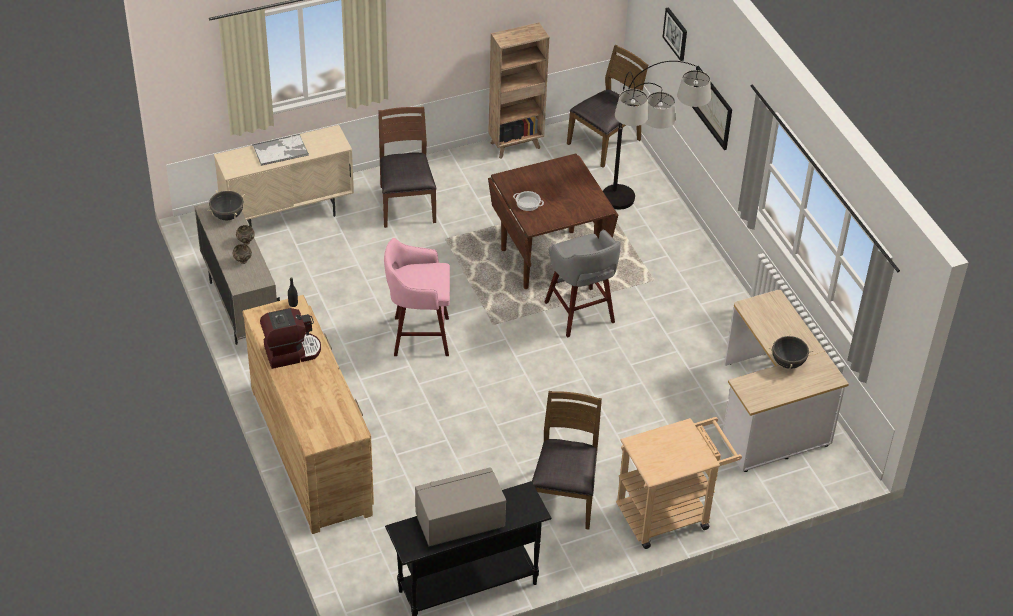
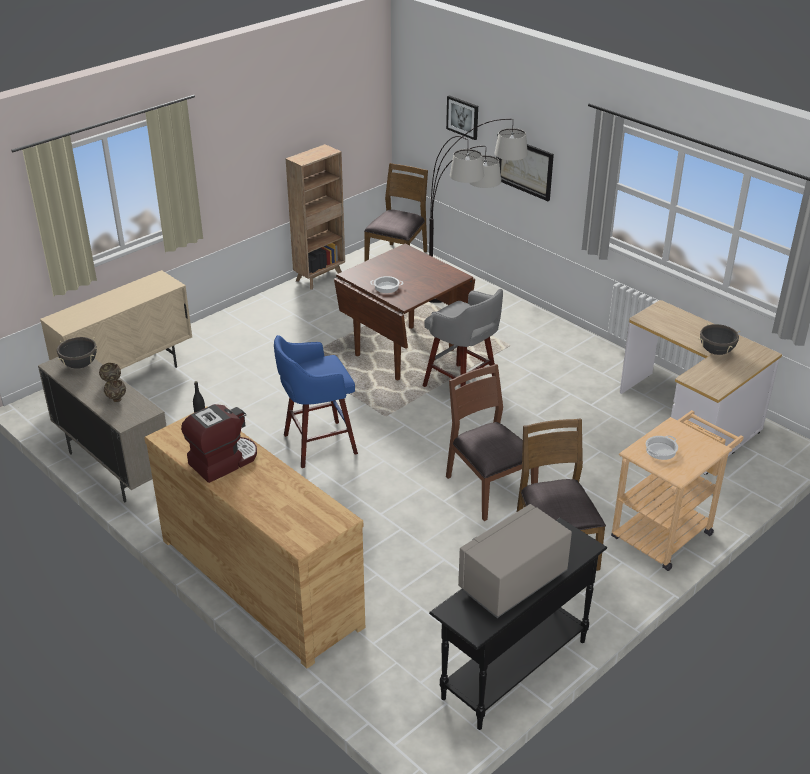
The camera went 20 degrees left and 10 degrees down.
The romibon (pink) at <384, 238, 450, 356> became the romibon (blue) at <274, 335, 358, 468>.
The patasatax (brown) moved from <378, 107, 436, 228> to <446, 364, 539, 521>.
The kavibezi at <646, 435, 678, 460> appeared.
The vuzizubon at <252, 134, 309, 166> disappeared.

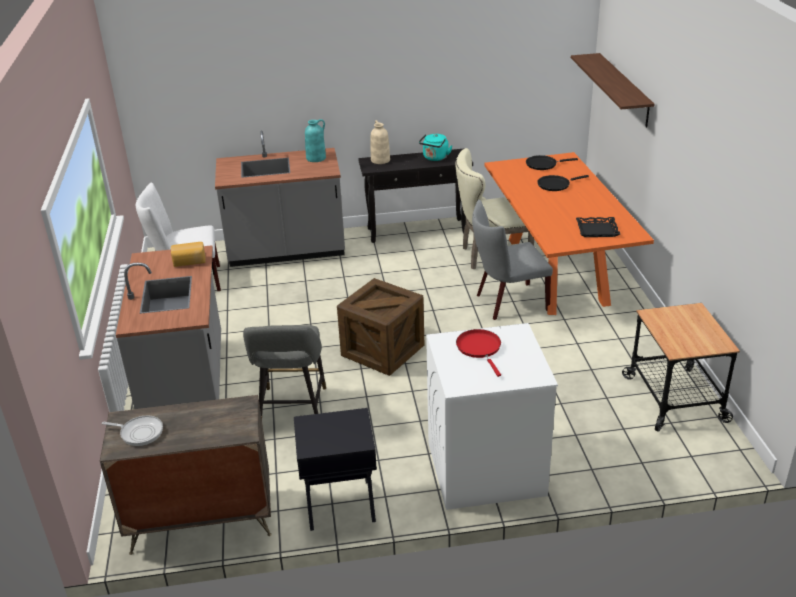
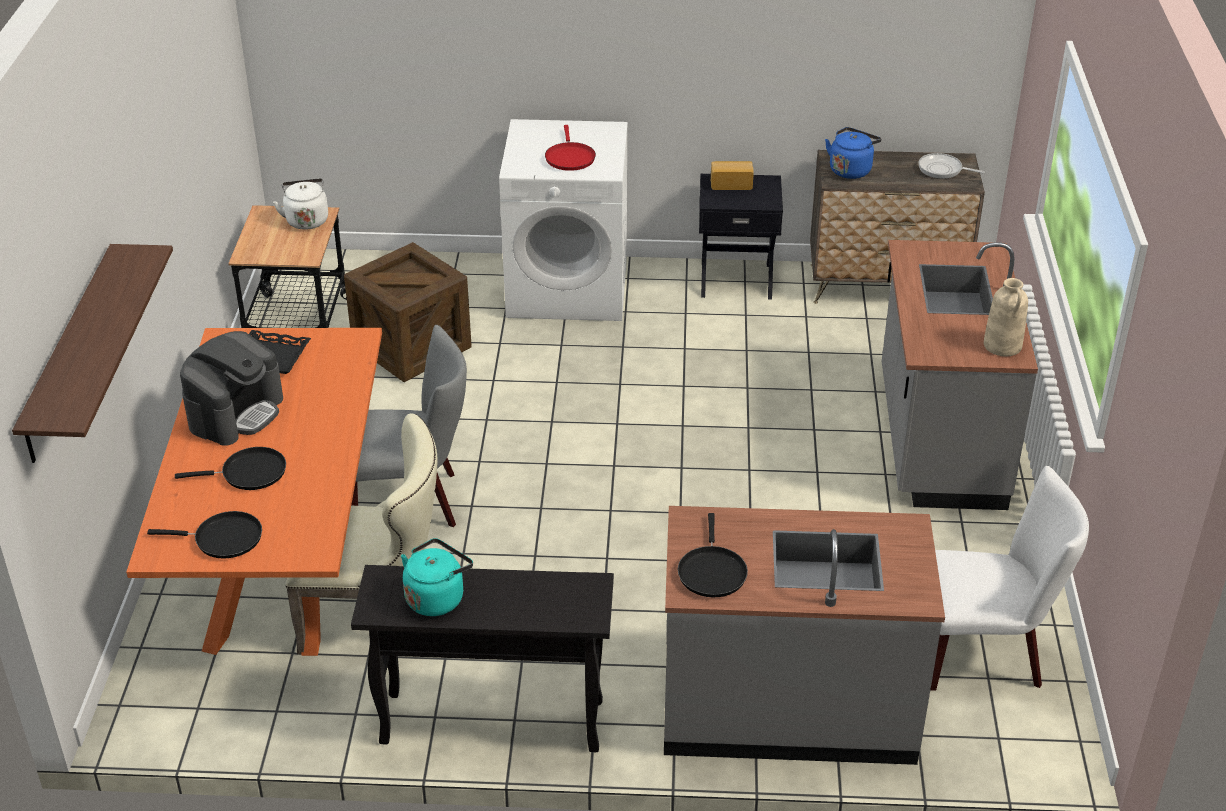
The camera went 170 degrees left and 5 degrees up.
The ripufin at <180, 331, 283, 446> appeared.
The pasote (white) at <273, 178, 328, 230> appeared.
The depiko moved from <337, 278, 424, 376> to <344, 242, 472, 382>.
The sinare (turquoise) at <305, 119, 326, 162> was replaced by the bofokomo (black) at <678, 513, 748, 597>.
The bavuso moved from <171, 242, 206, 267> to <711, 161, 754, 190>.
The pasote (blue) at <825, 127, 882, 179> appeared.
The sinare (beige) moved from <371, 120, 390, 164> to <984, 278, 1028, 356>.
The romibon (grey) at <243, 325, 326, 418> disappeared.

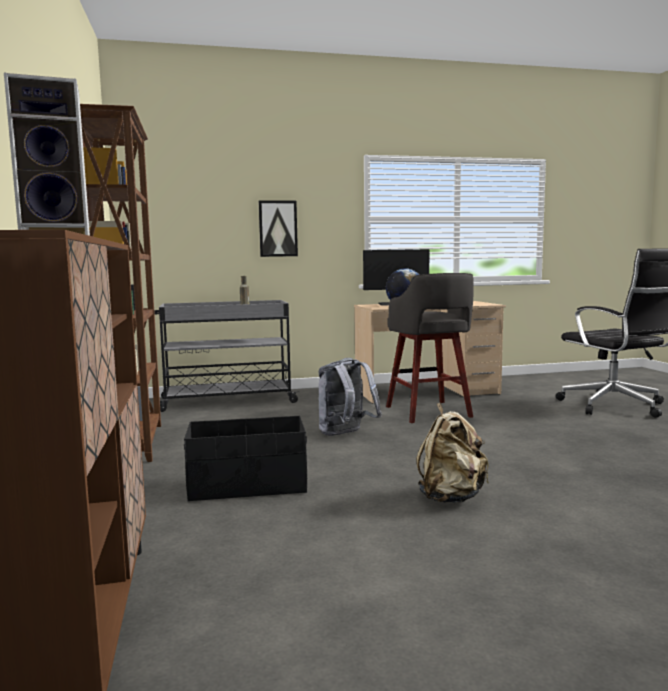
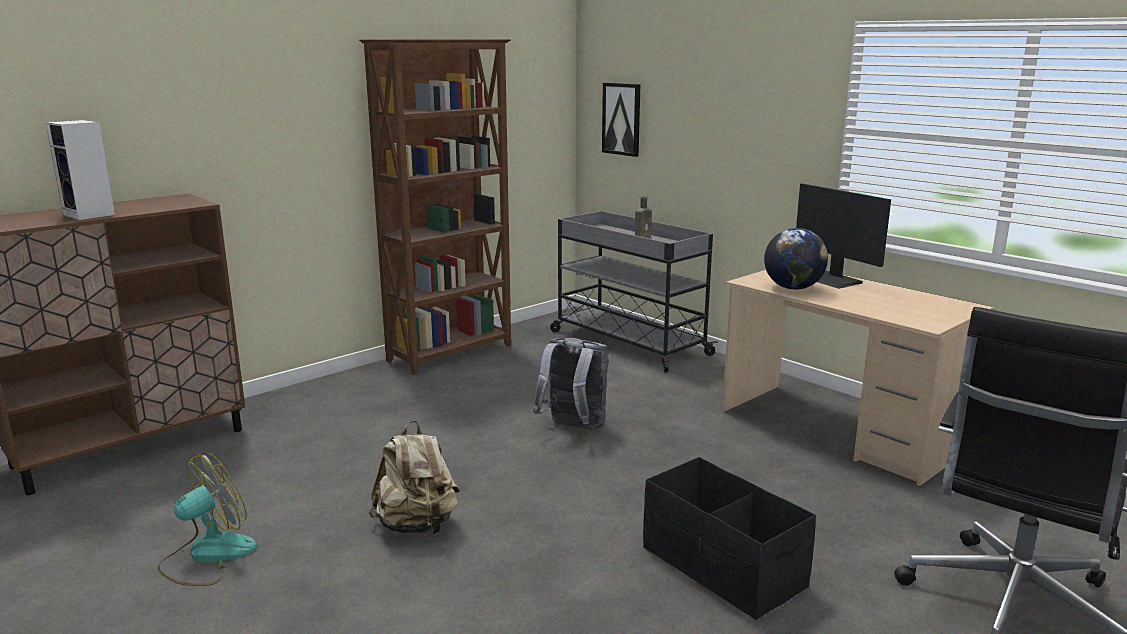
The camera went 60 degrees right and 10 degrees up.
The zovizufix at <157, 453, 257, 586> appeared.
The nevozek moved from <259, 200, 298, 257> to <602, 83, 641, 157>.
The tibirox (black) moved from <184, 416, 307, 502> to <643, 457, 816, 620>.
The romibon (grey) at <386, 273, 474, 423> disappeared.

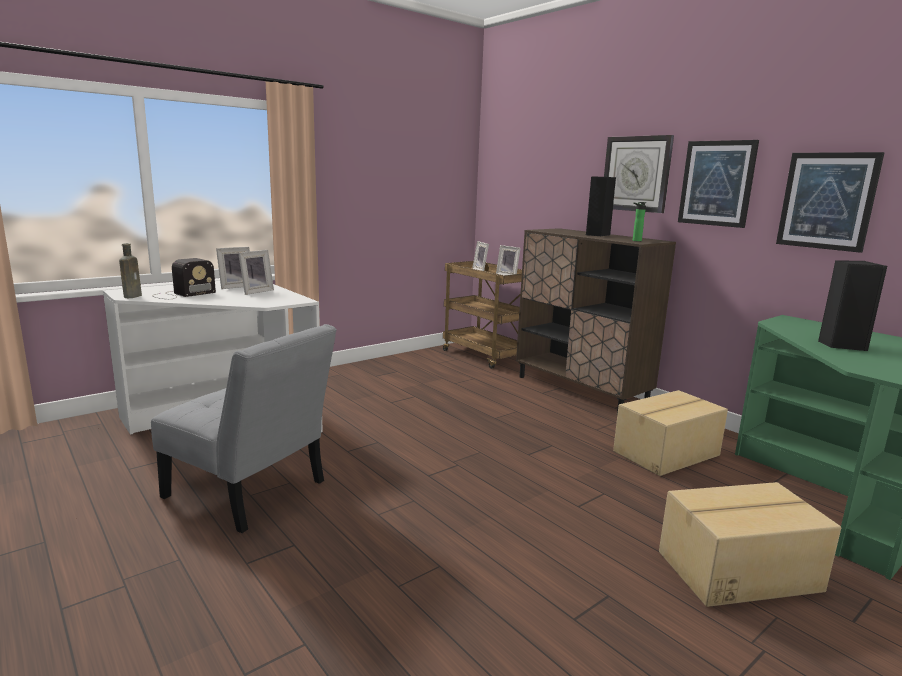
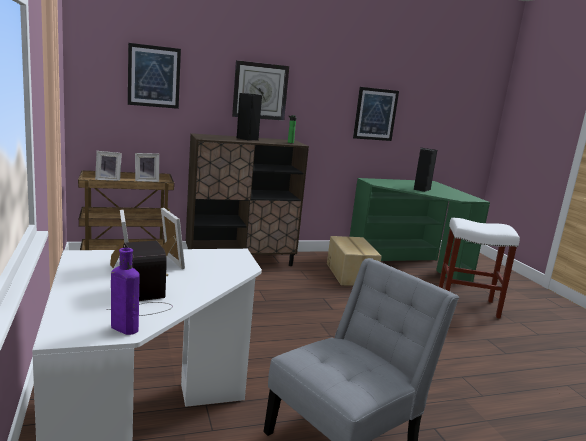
The camera went 70 degrees left and 0 degrees up.
The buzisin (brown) at <119, 243, 142, 298> became the buzisin (purple) at <111, 248, 140, 335>.
The nevozek moved from <678, 140, 759, 228> to <128, 43, 181, 109>.
The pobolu at <659, 482, 841, 607> was replaced by the romibon (white) at <438, 218, 520, 319>.

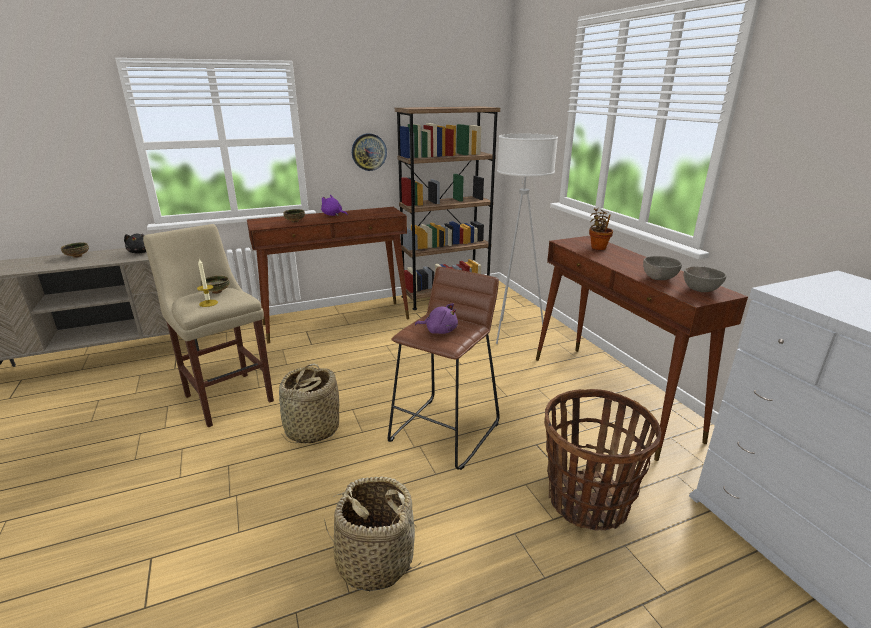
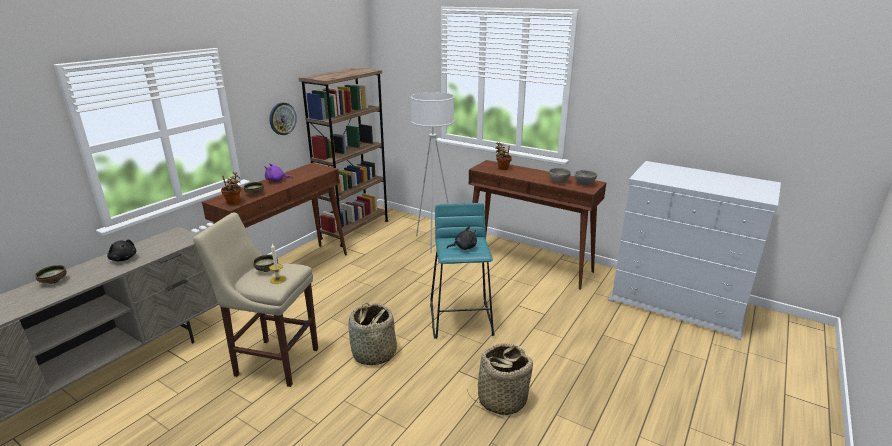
The camera went 35 degrees left and 0 degrees up.
The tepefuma at <221, 172, 241, 204> appeared.
The romibon (brown) at <388, 267, 500, 470> became the romibon (turquoise) at <430, 203, 494, 339>.
The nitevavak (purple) at <415, 303, 458, 334> became the nitevavak (black) at <447, 227, 477, 250>.
The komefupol at <544, 389, 661, 531> disappeared.

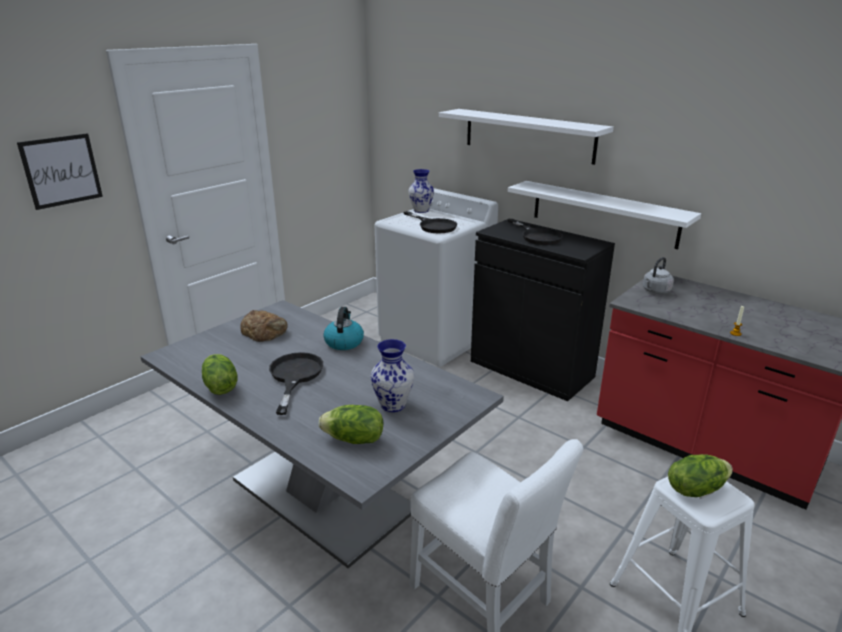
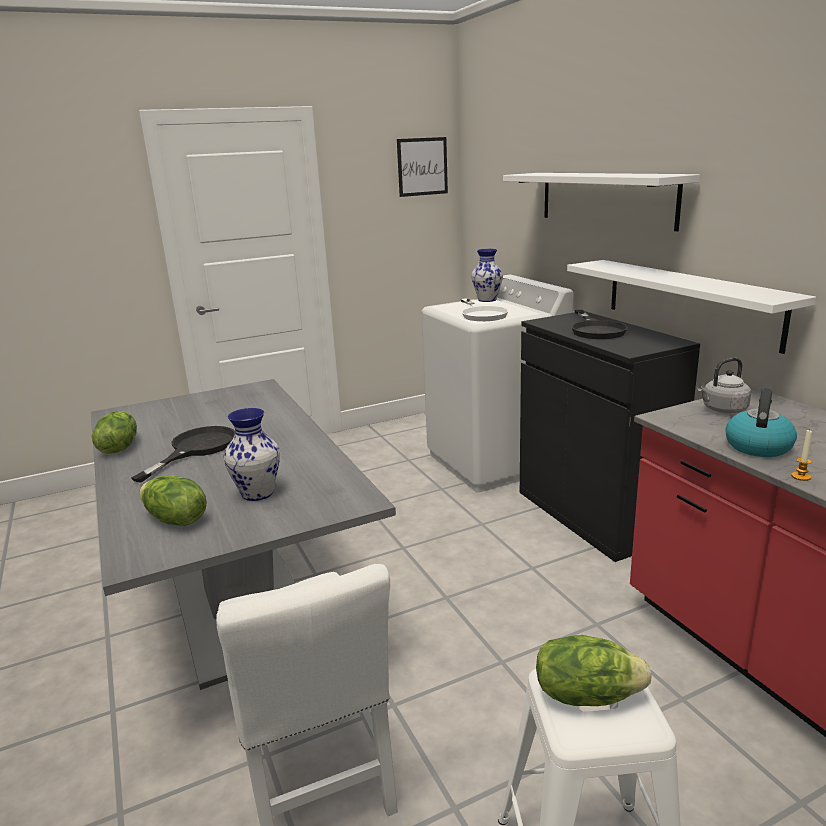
The camera went 25 degrees right and 5 degrees down.
The nevozek moved from <17, 133, 103, 210> to <397, 137, 448, 197>.
The bofokomo (black) at <403, 211, 457, 234> became the bofokomo (white) at <461, 298, 509, 321>.
The pasote moved from <323, 307, 364, 350> to <725, 388, 797, 457>.
The bavuso at <240, 310, 288, 342> disappeared.

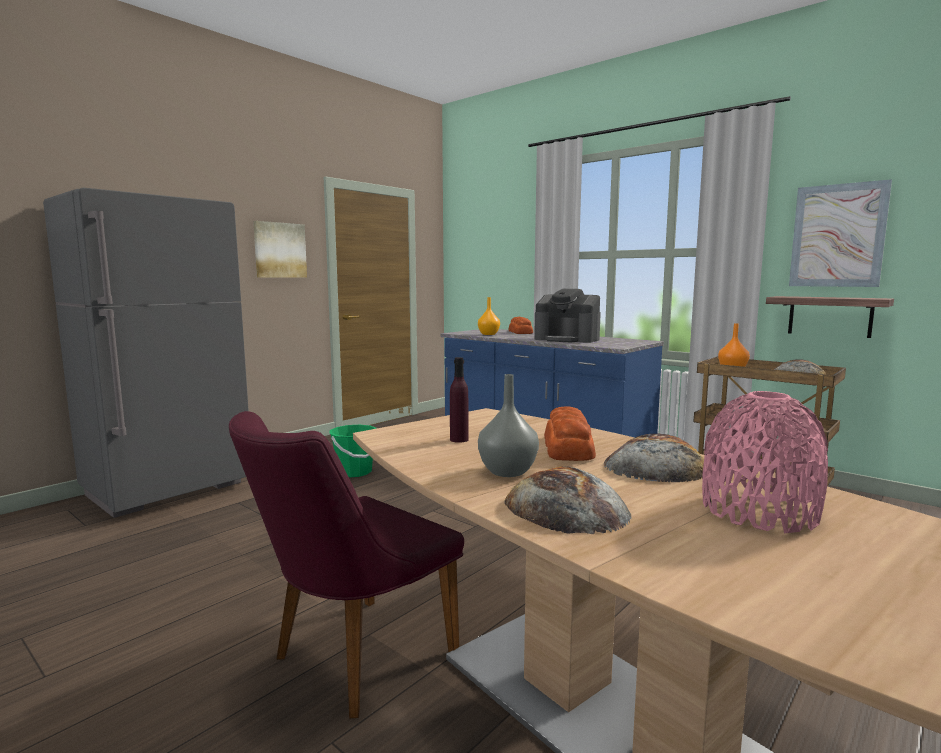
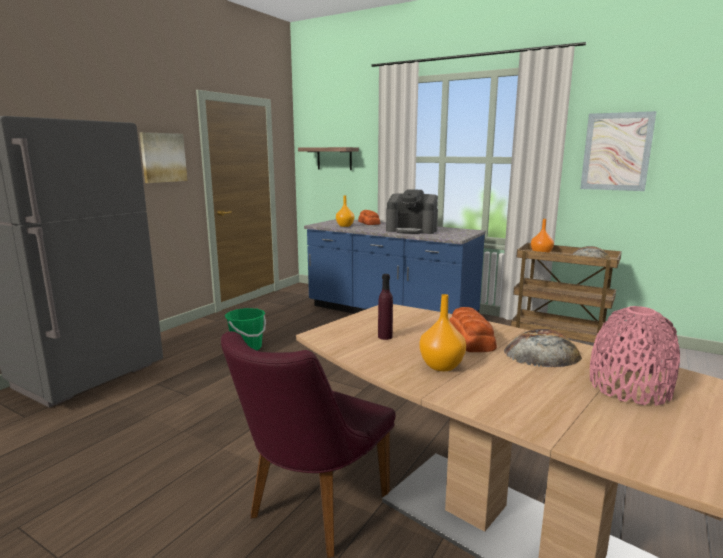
The camera went 10 degrees left and 5 degrees up.
The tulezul moved from <766, 296, 894, 338> to <298, 147, 359, 170>.
The sinare (grey) at <478, 374, 539, 477> became the sinare (orange) at <420, 294, 466, 371>.
The bavuso at <504, 466, 631, 534> disappeared.

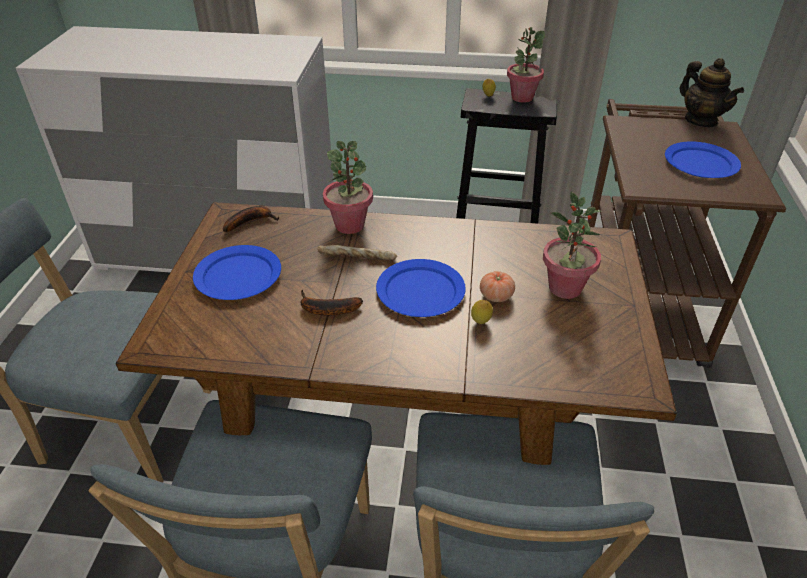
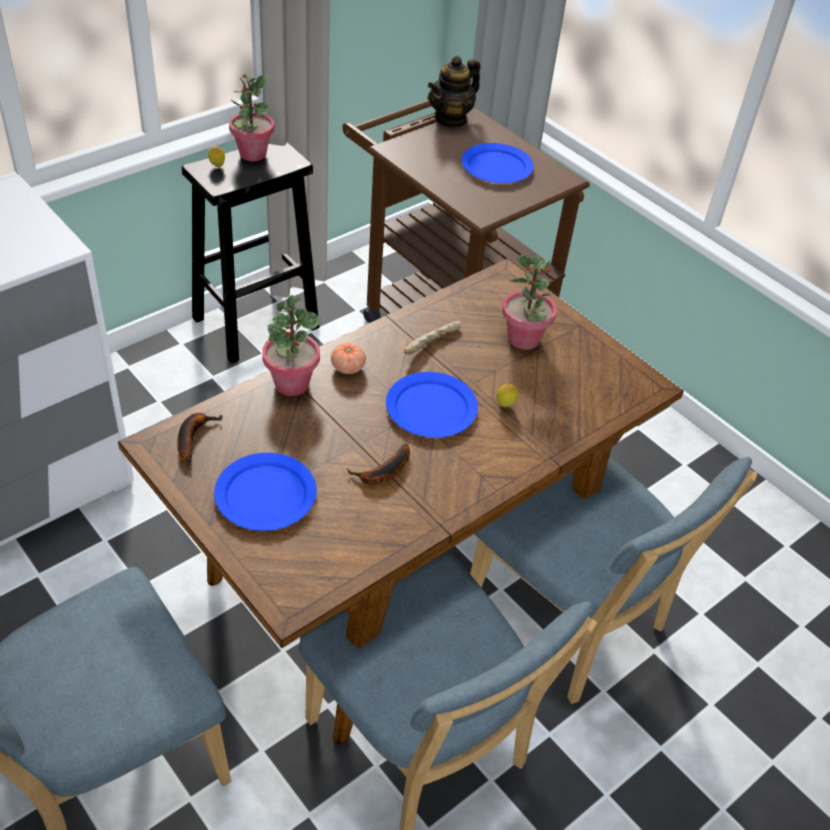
The camera went 50 degrees left and 5 degrees up.
The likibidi moved from <480, 271, 515, 302> to <331, 343, 366, 374>.
The bavuso moved from <317, 245, 397, 260> to <404, 321, 462, 355>.
The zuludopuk at <680, 58, 744, 127> turned 120 degrees clockwise.

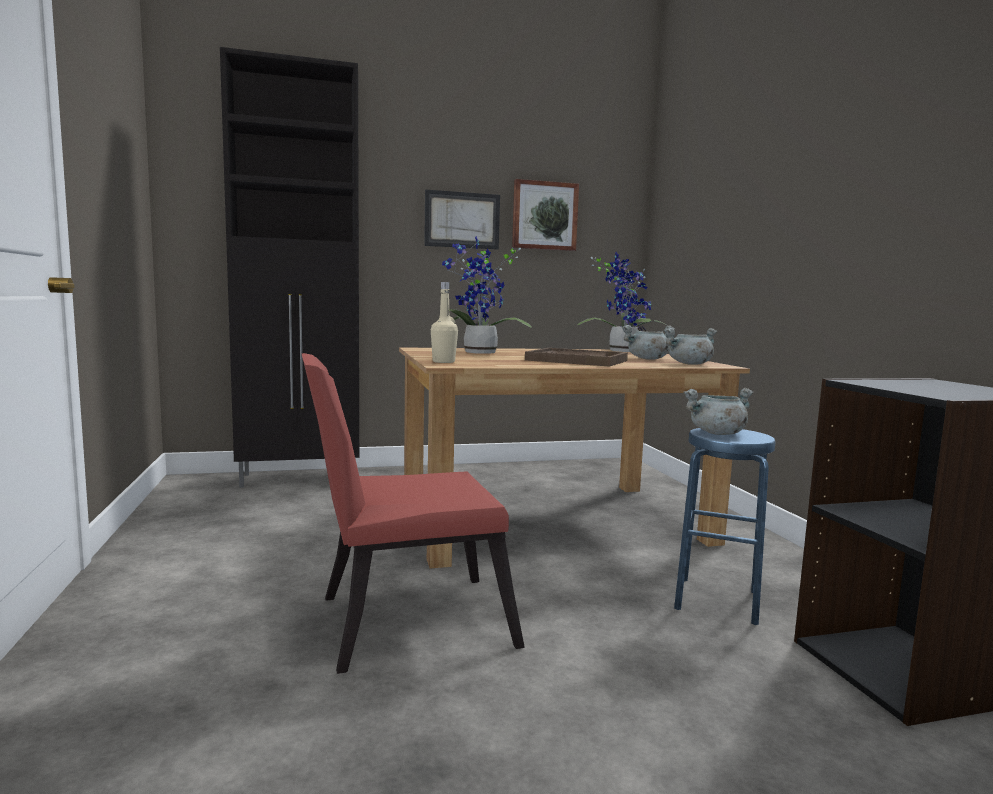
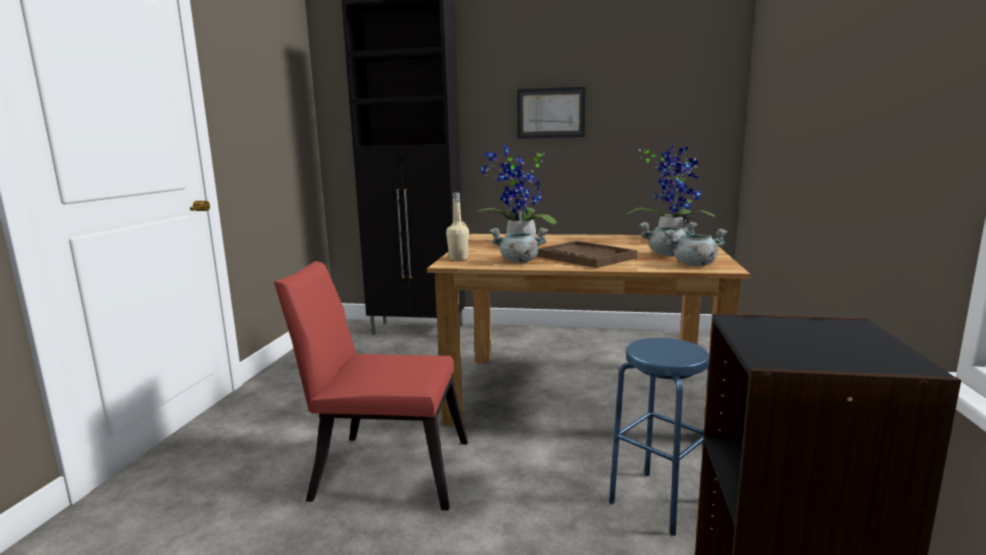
The camera went 25 degrees right and 5 degrees up.
The kavibezi (grey) moved from <683, 388, 754, 435> to <490, 228, 548, 263>.
The nevozek at <512, 179, 579, 251> disappeared.

